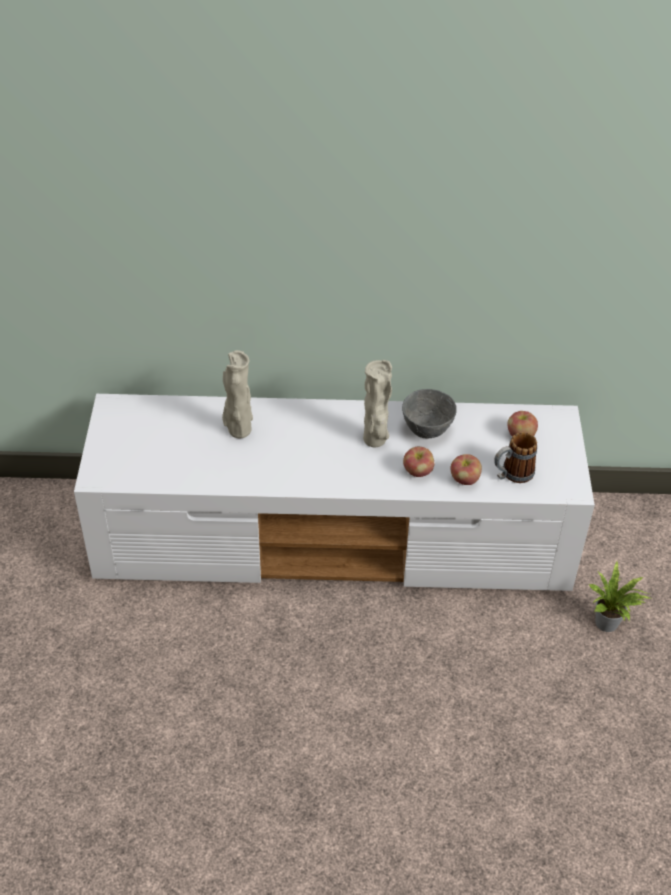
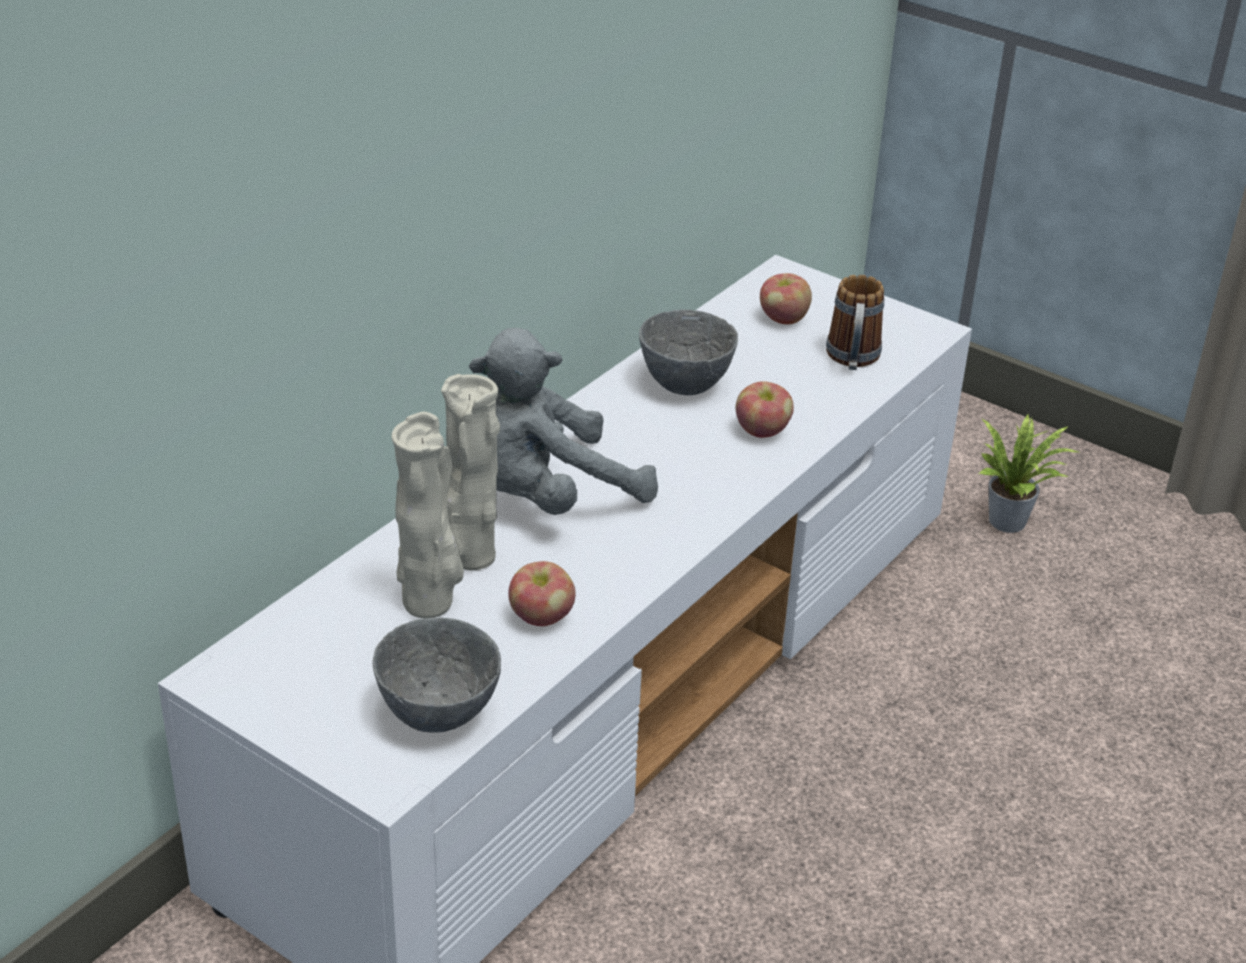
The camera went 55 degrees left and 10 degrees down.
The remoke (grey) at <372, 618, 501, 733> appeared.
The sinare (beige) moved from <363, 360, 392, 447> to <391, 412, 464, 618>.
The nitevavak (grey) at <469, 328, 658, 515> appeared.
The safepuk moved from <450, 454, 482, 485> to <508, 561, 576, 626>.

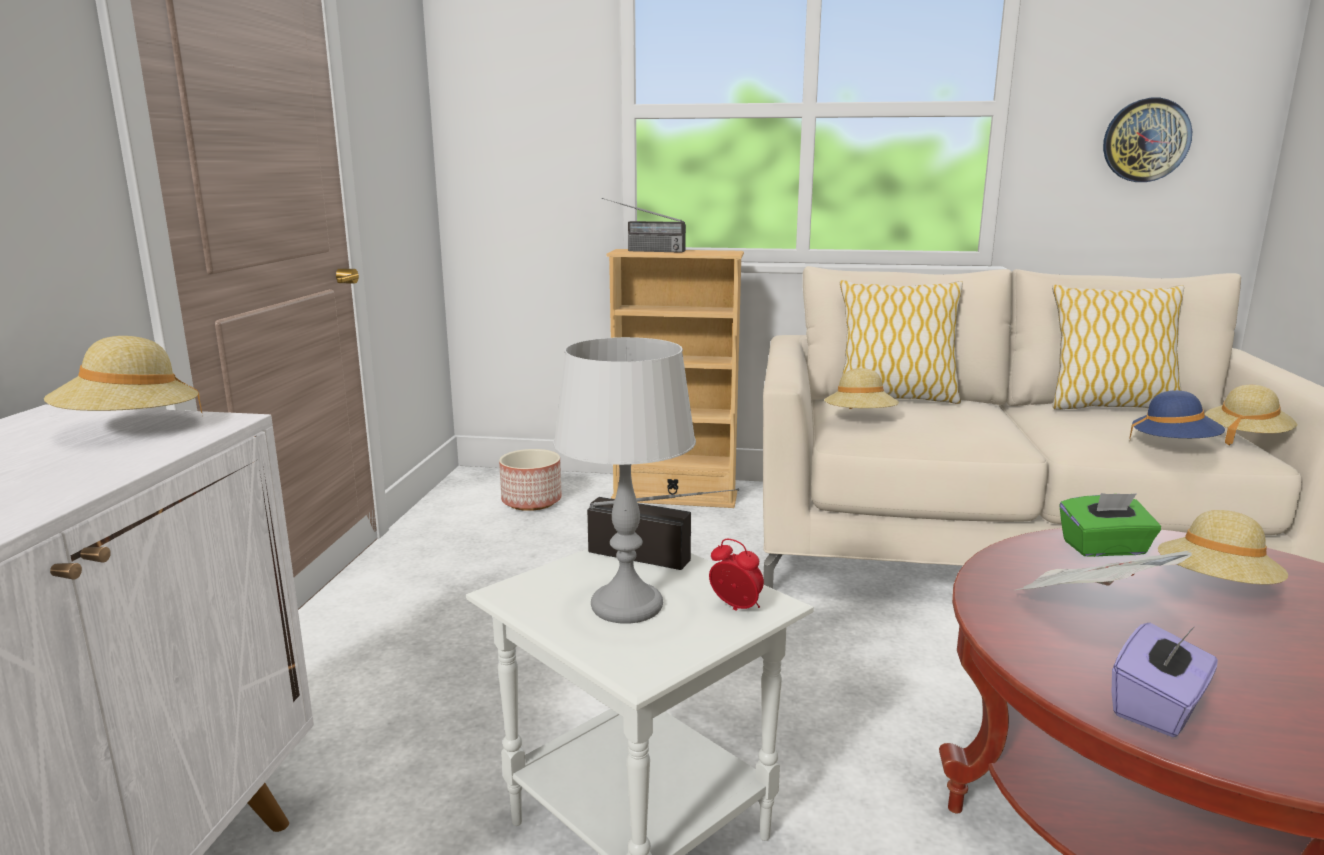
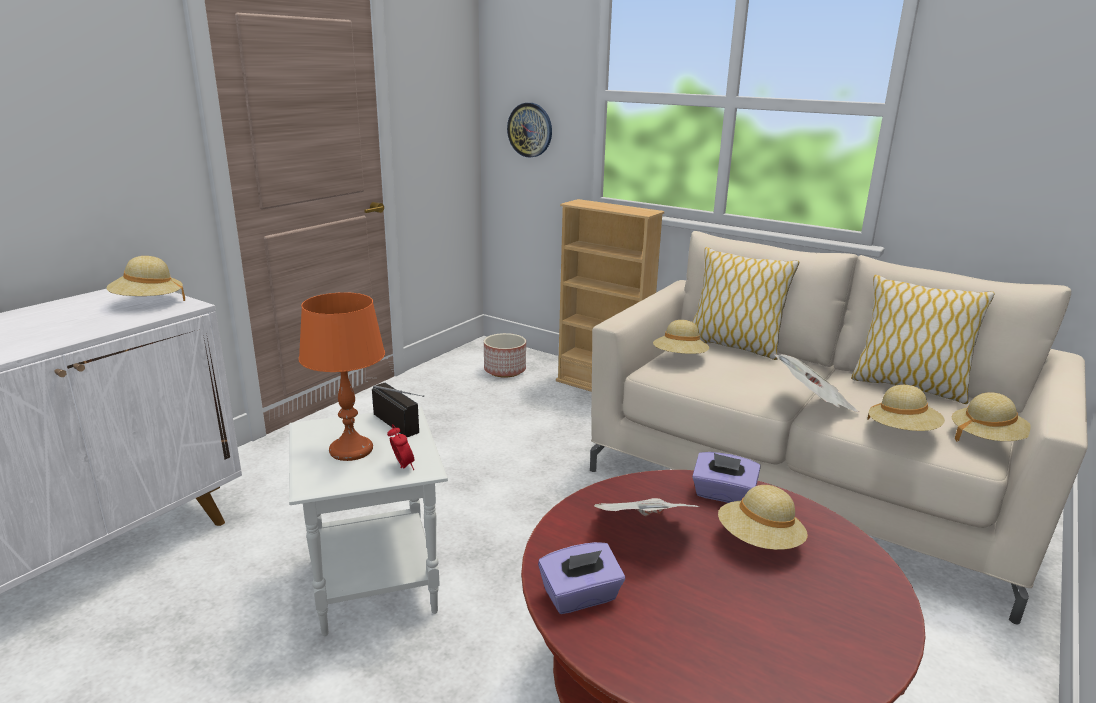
The camera went 25 degrees right and 5 degrees up.
The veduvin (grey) at <553, 337, 696, 624> became the veduvin (orange) at <299, 292, 385, 461>.
The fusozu moved from <1103, 98, 1192, 182> to <507, 103, 552, 157>.
The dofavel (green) at <1060, 493, 1161, 557> became the dofavel (purple) at <692, 452, 760, 503>.
The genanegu at <774, 354, 860, 413> appeared.
The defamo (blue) at <1129, 390, 1225, 441> became the defamo (beige) at <868, 385, 945, 431>.
The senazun at <602, 198, 686, 253> disappeared.

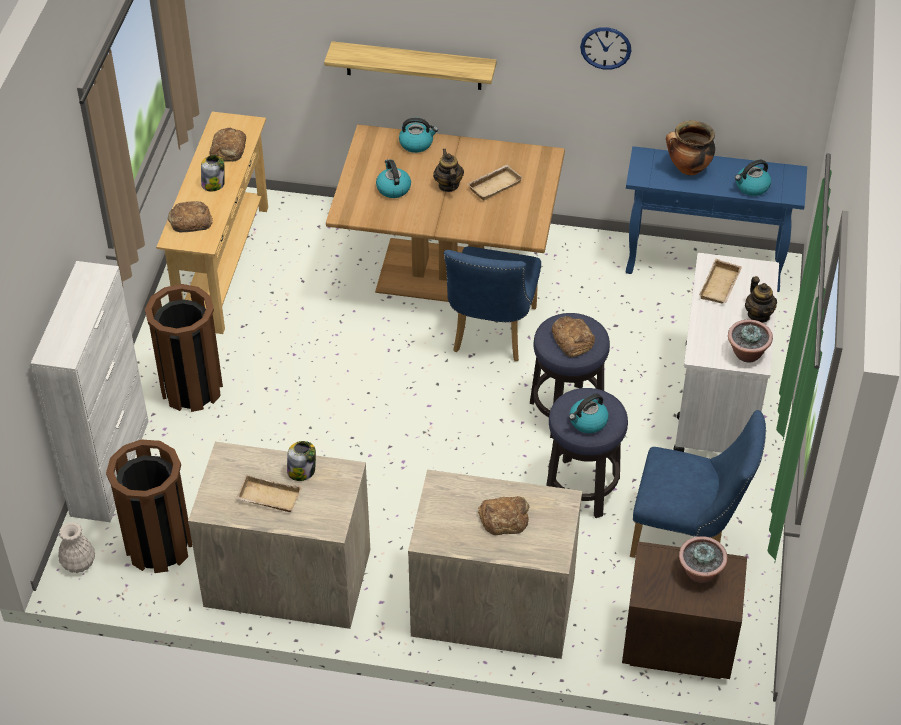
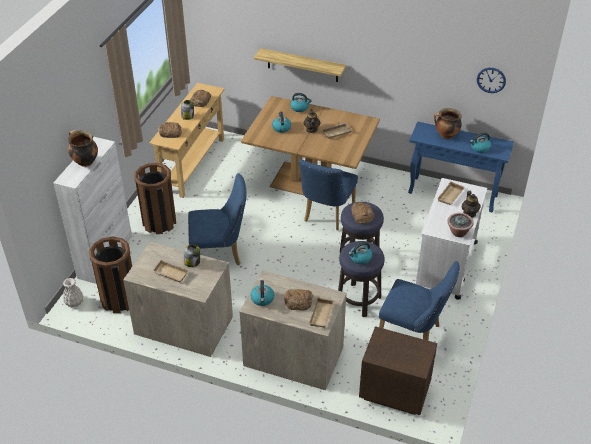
The camera went 10 degrees right and 5 degrees down.
The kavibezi at <68, 130, 98, 167> appeared.
The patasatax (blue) at <188, 173, 247, 265> appeared.
The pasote at <250, 280, 274, 306> appeared.
The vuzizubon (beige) at <309, 297, 334, 328> appeared.
The fusozu moved from <580, 27, 631, 70> to <477, 68, 506, 93>.
The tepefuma at <679, 536, 728, 583> disappeared.

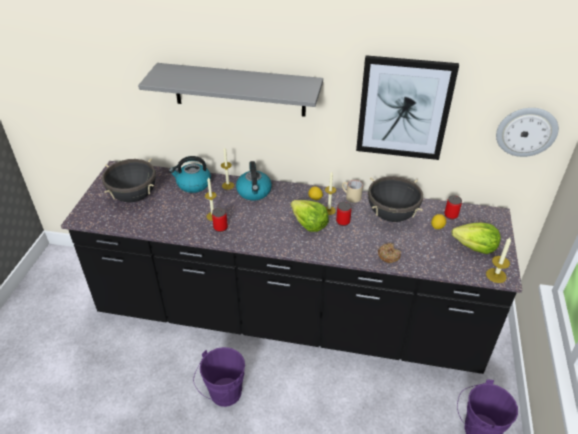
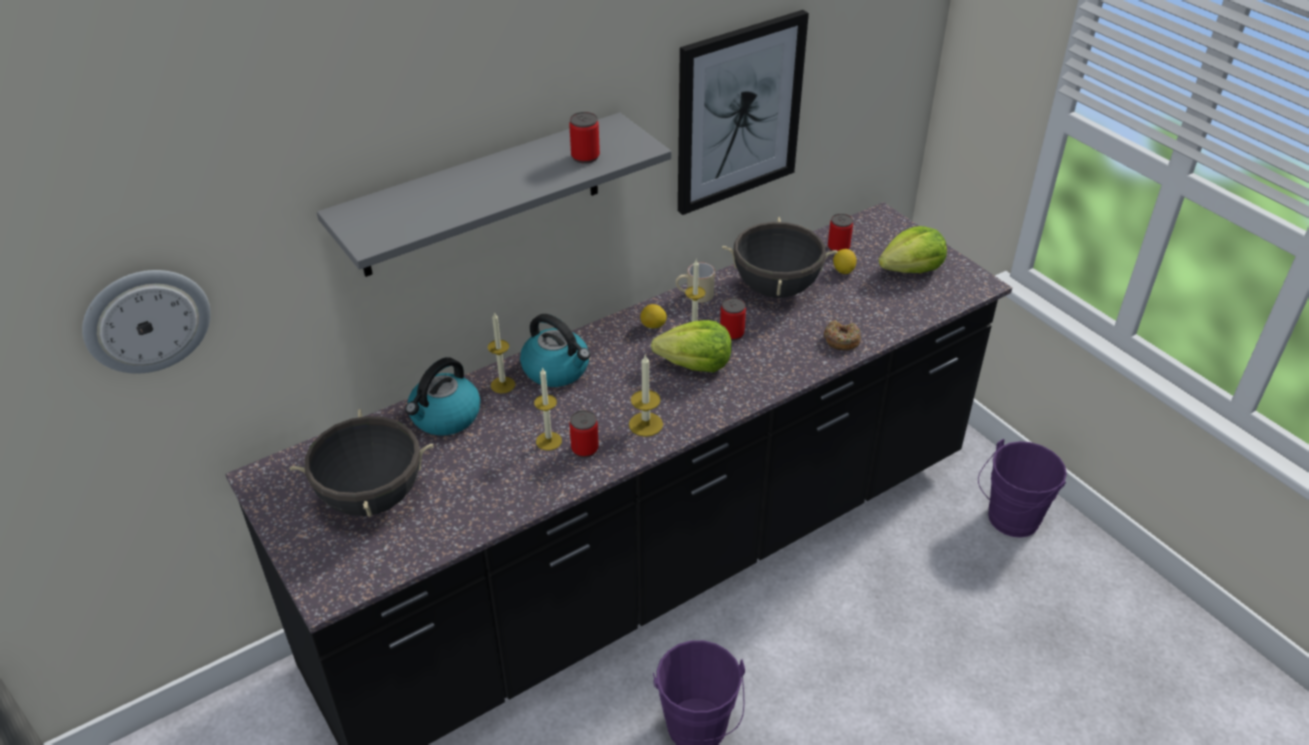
The camera went 45 degrees left and 0 degrees up.
The fusozu moved from <496, 108, 559, 157> to <82, 270, 211, 374>.
The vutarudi at <569, 112, 600, 164> appeared.
The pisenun moved from <486, 237, 511, 283> to <629, 355, 663, 437>.

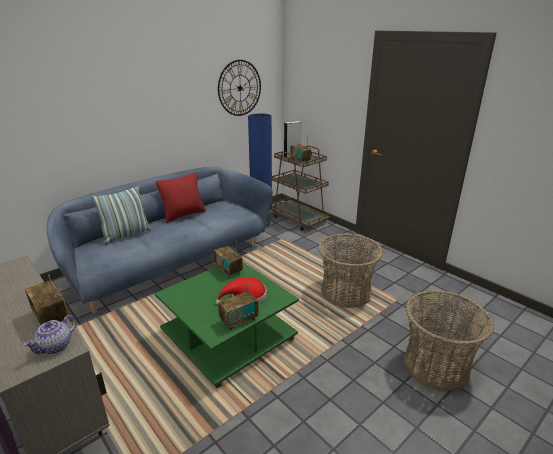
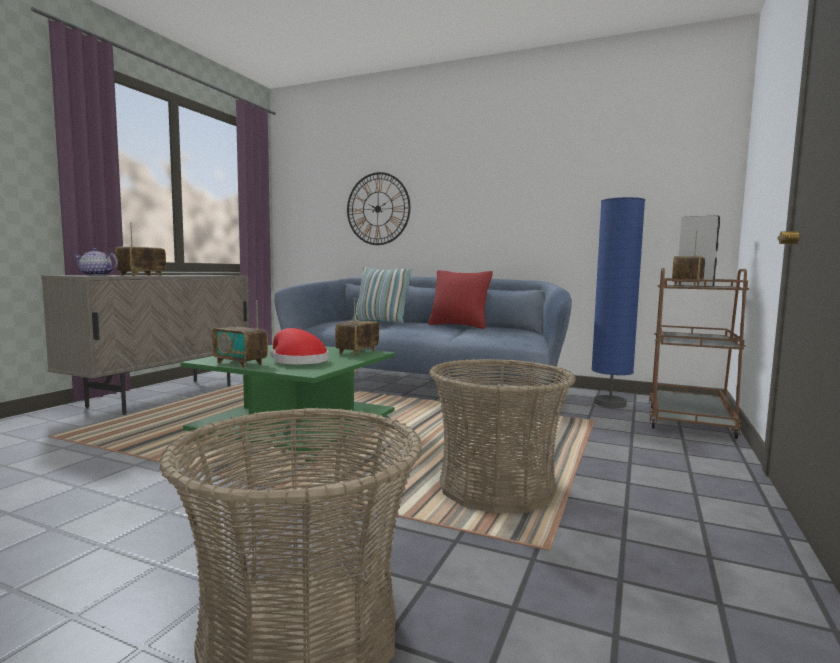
The camera went 65 degrees right and 20 degrees down.
The fusozu moved from <218, 60, 261, 116> to <347, 172, 410, 245>.

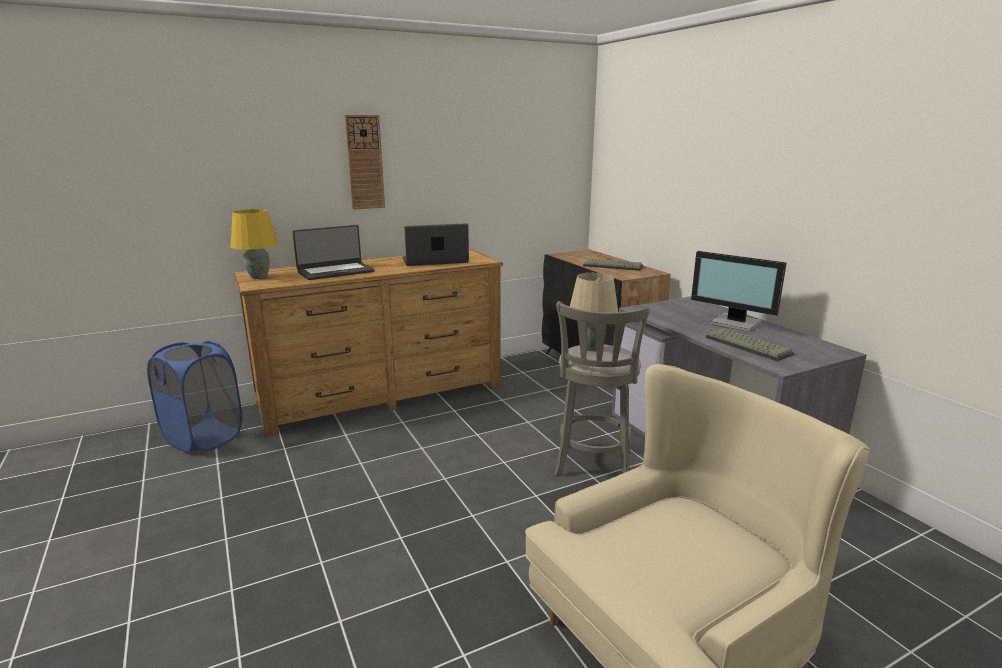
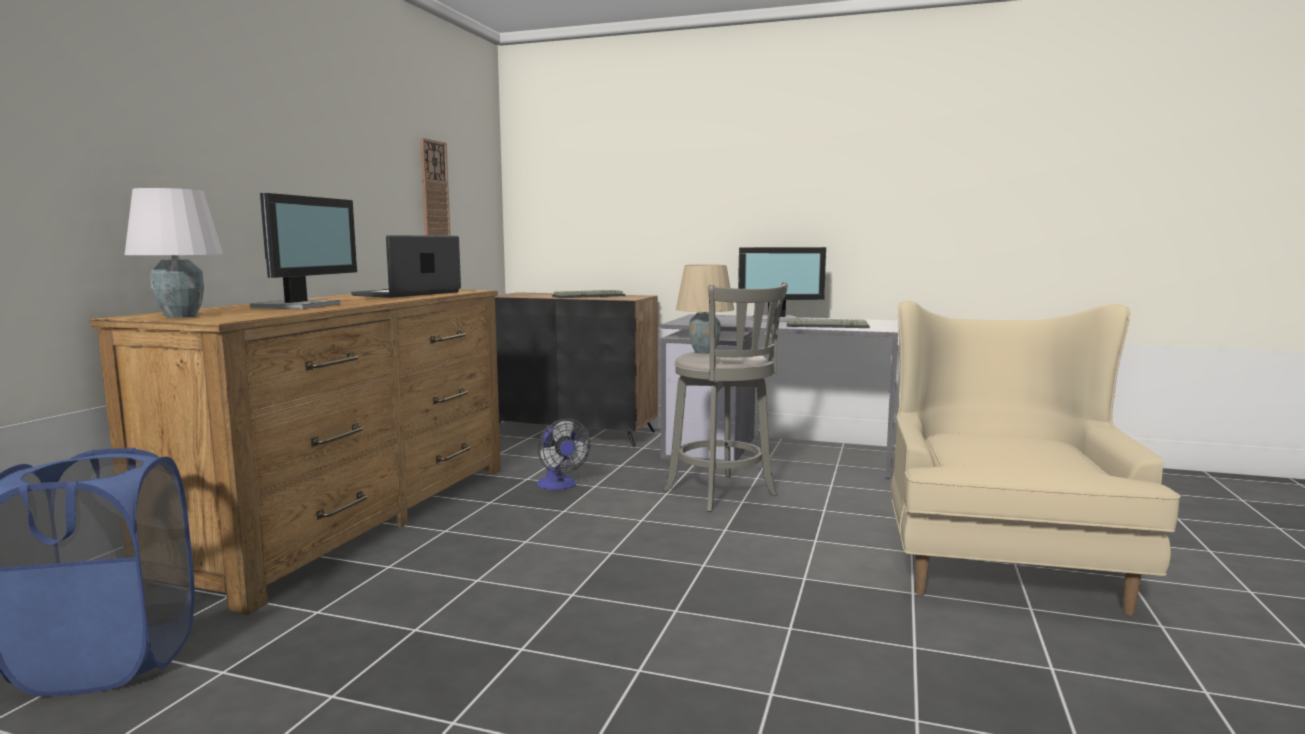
The camera went 45 degrees left and 10 degrees down.
The veduvin (yellow) at <231, 209, 278, 279> became the veduvin (white) at <125, 188, 223, 318>.
The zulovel at <292, 225, 375, 280> was replaced by the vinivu at <250, 193, 357, 309>.
The fusozu moved from <344, 115, 385, 210> to <420, 138, 451, 236>.
The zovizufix at <537, 419, 591, 490> appeared.

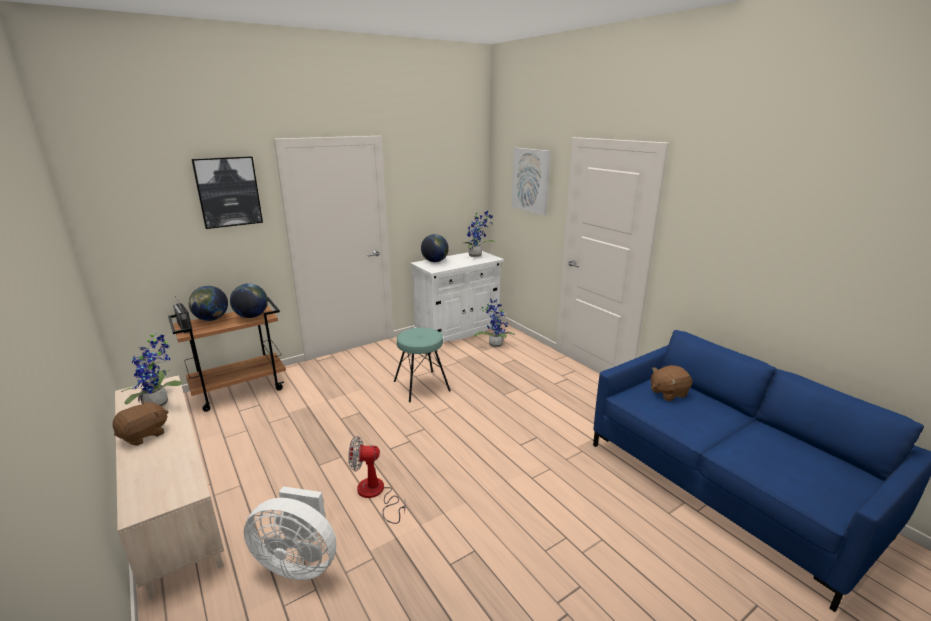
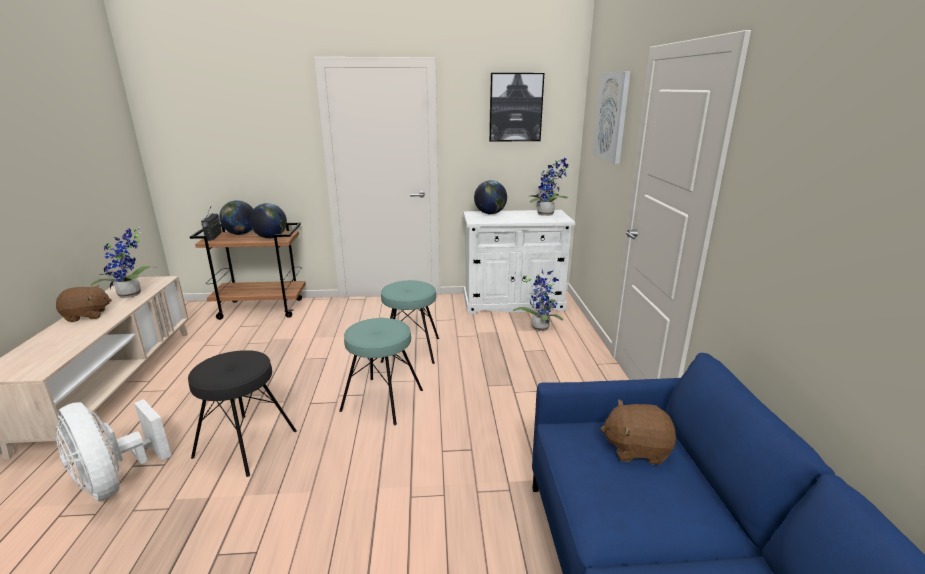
The camera went 30 degrees right and 0 degrees up.
The zovizufix at <348, 436, 406, 524> was replaced by the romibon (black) at <188, 350, 297, 477>.
The romibon (turquoise) at <339, 318, 423, 426> appeared.
The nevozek moved from <191, 156, 263, 229> to <489, 73, 544, 142>.

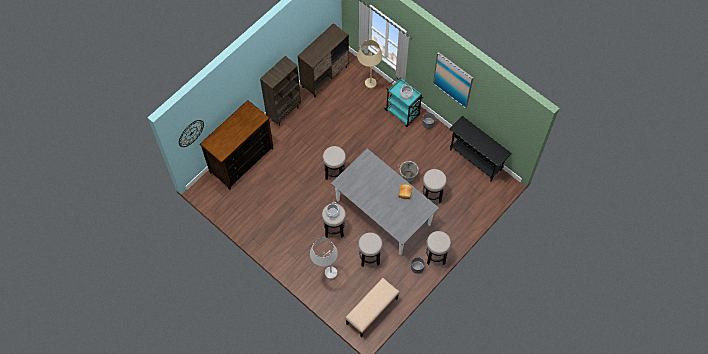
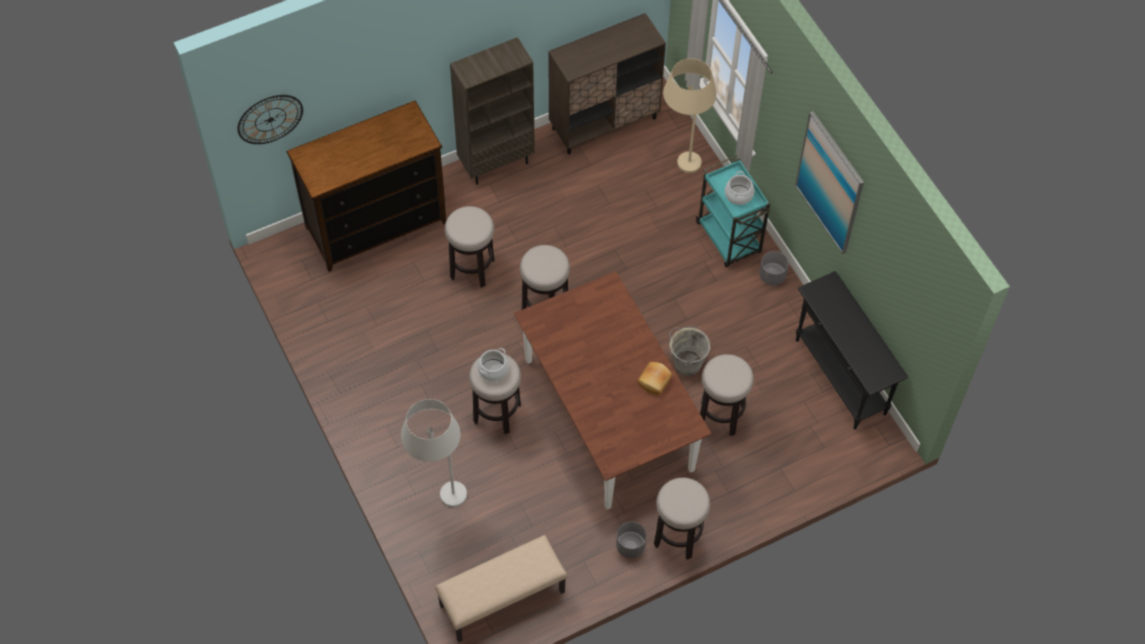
The camera went 20 degrees right and 5 degrees down.
The romibon moved from <358, 232, 383, 267> to <445, 206, 495, 288>.
The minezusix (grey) at <331, 148, 439, 256> became the minezusix (brown) at <514, 271, 711, 510>.

